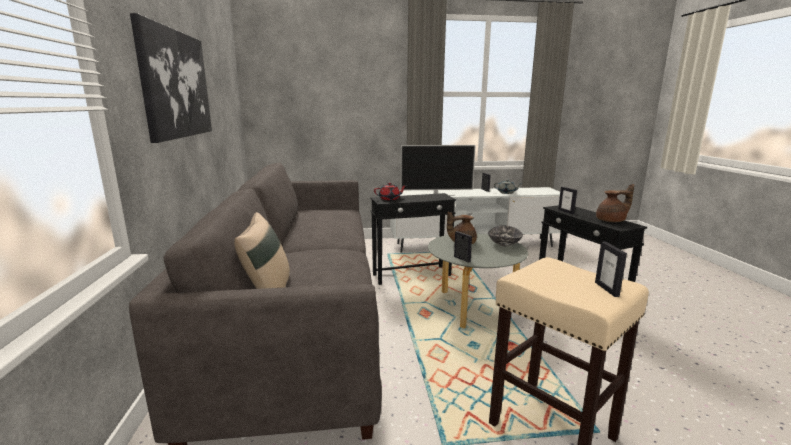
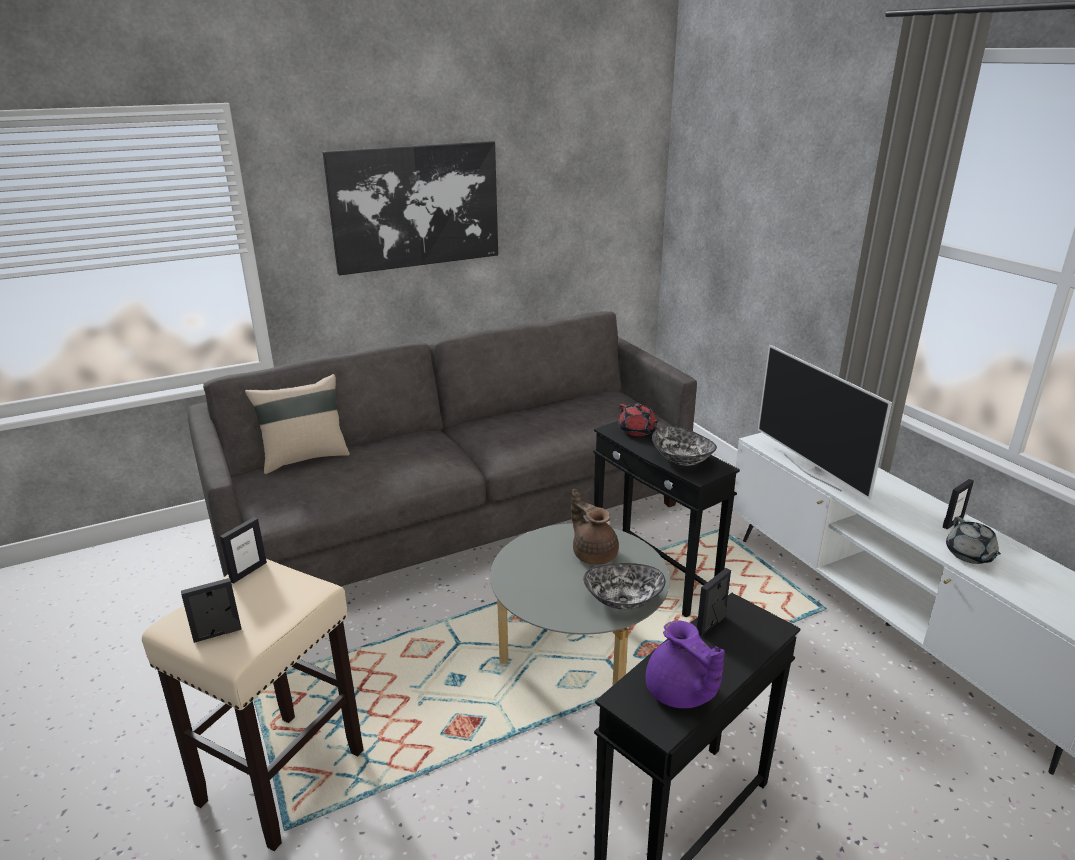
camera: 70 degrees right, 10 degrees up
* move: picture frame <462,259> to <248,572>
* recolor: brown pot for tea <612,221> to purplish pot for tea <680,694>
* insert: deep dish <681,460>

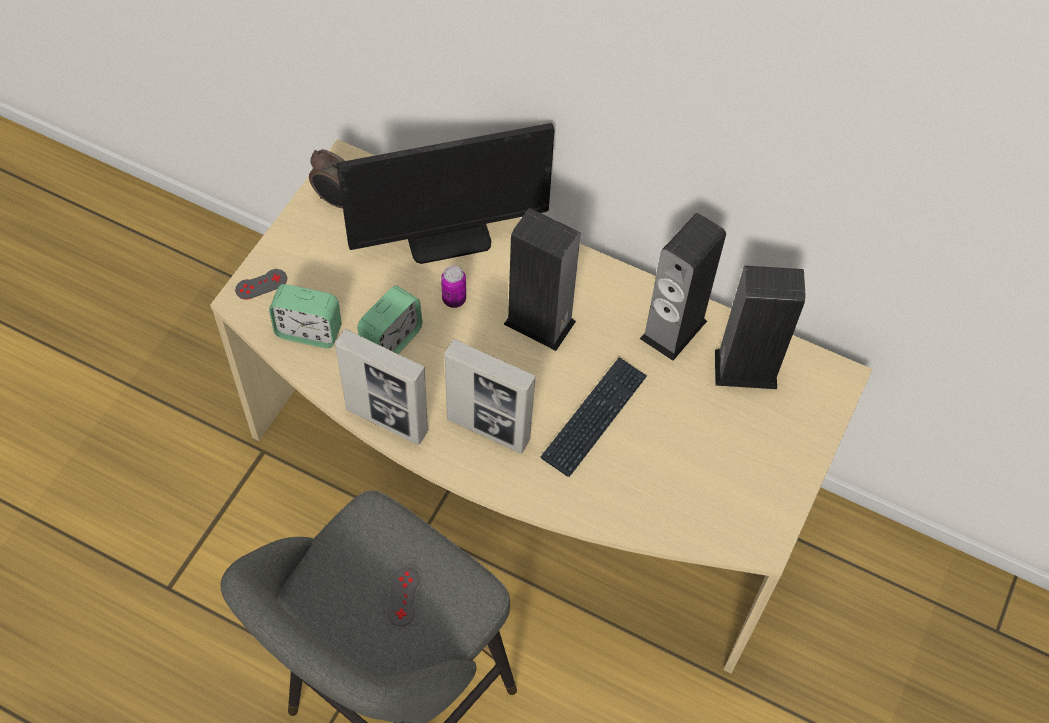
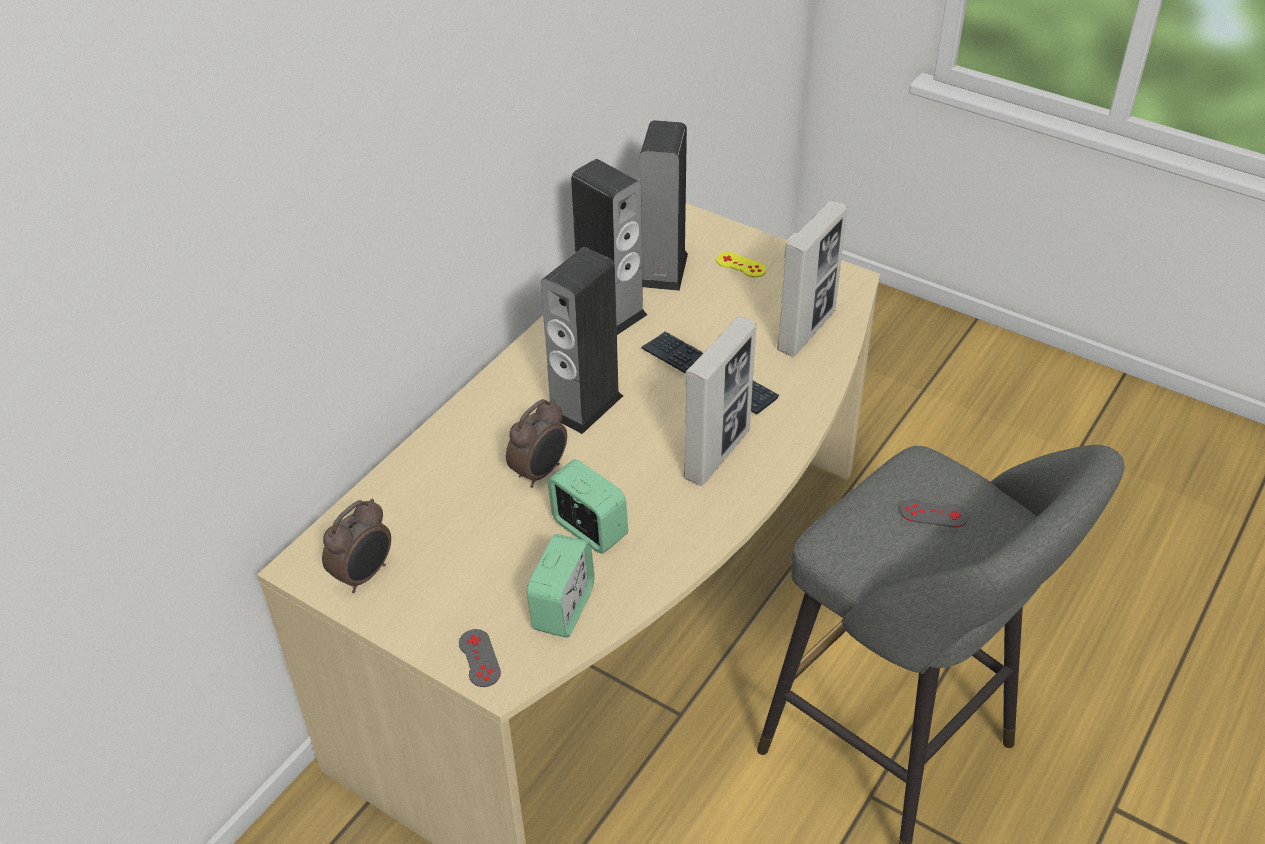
camera: 80 degrees left, 15 degrees down
* move: picture frame <387,420> to <806,330>
* delete: monitor <448,236>
* replace: sealed can <454,299> to table clock <540,472>
* insert: yellow-coloured game controller <741,265>

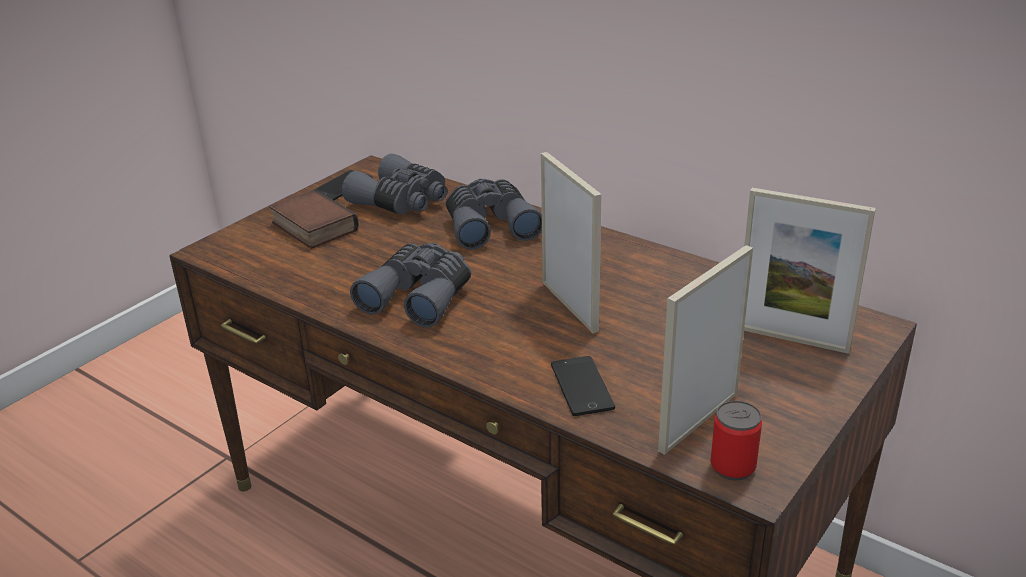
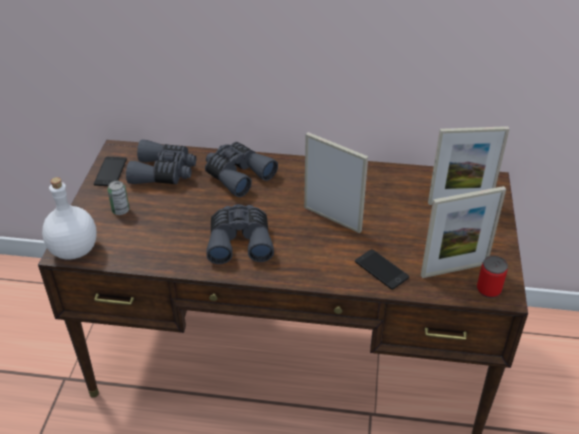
camera: 30 degrees left, 10 degrees up
* replace: book <311,227> to sealed can <120,210>
* rotate: picture frame <698,421> = <454,269> 120 degrees counterclockwise
* insert: whitish beverage bottle <74,249>

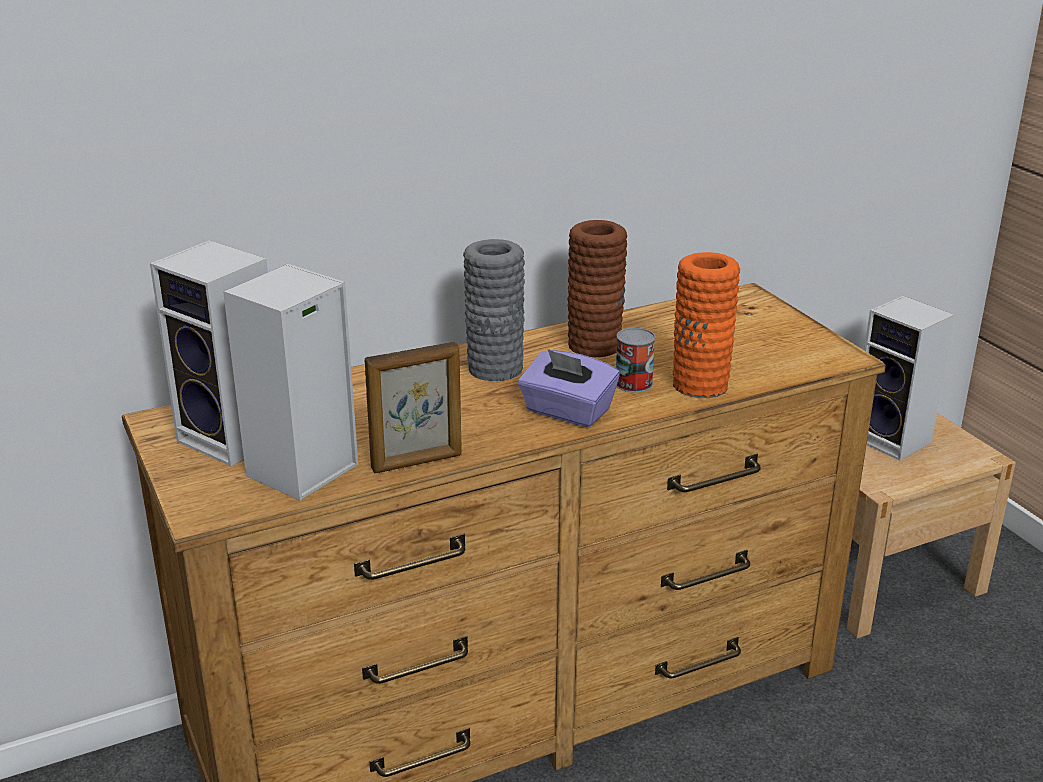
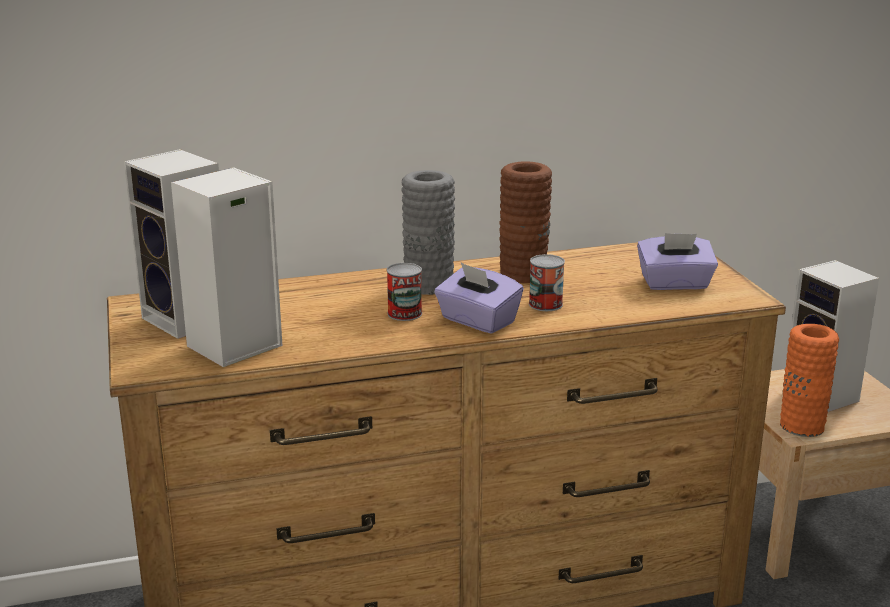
camera: 10 degrees right, 5 degrees down
* delete: picture frame <417,462>
* move: orange vase <699,384> to <801,425>
* insert: sealed can <404,313>
* insert: purplish tissue box <675,284>

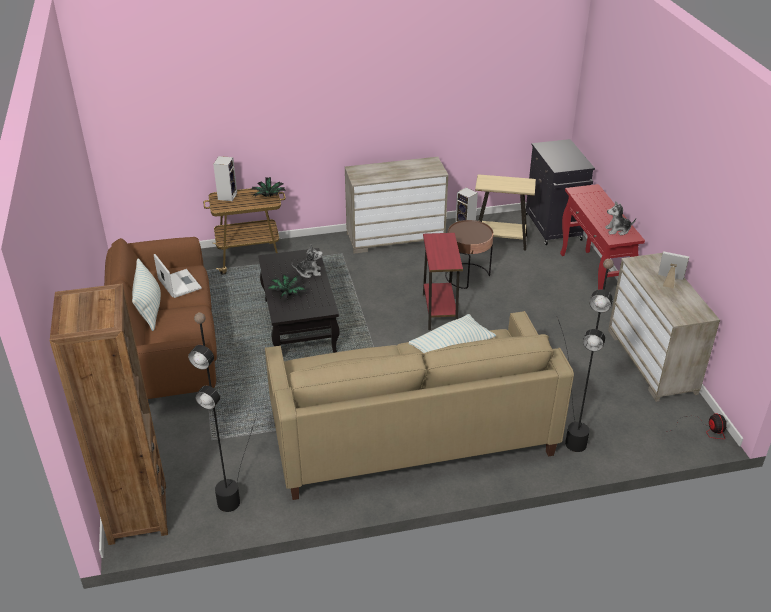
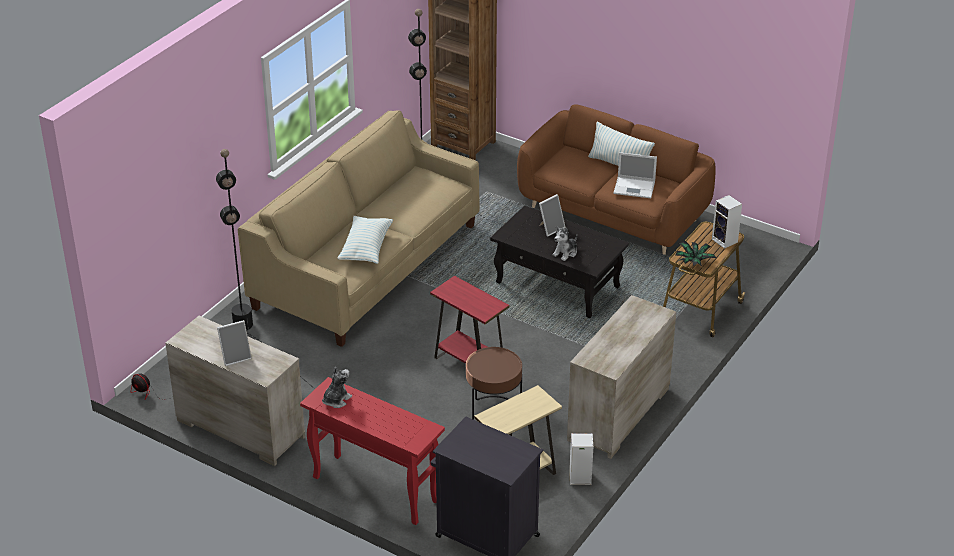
camera: 135 degrees right, 0 degrees up
* replace: potted plant <287,294> to picture frame <550,228>

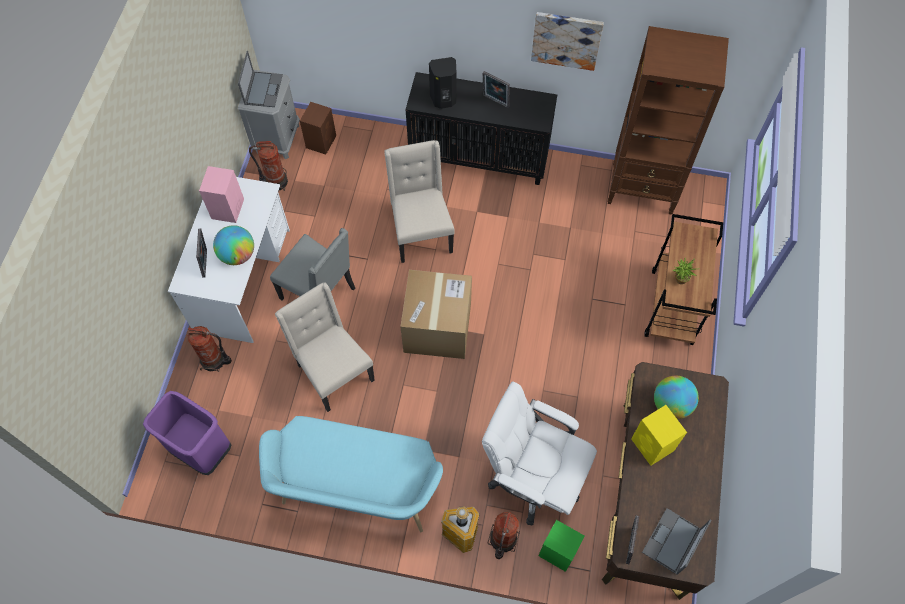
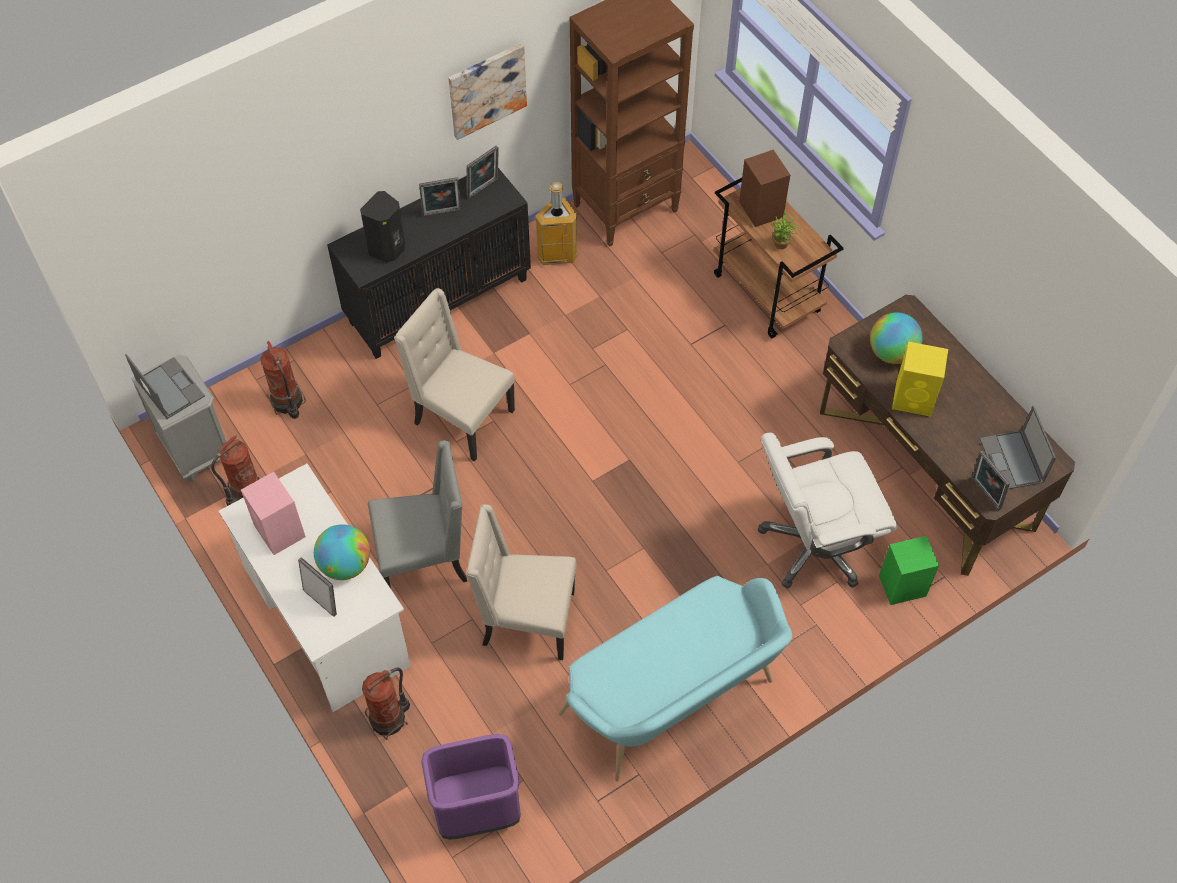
camera: 45 degrees left, 5 degrees down
* move: brown audio speaker <321,141> to <760,208>
* delete: carton <437,328>
* move: trash can <460,534> to <556,254>
* move: extinguisher <502,540> to <287,403>
* insert: picture frame <484,189>

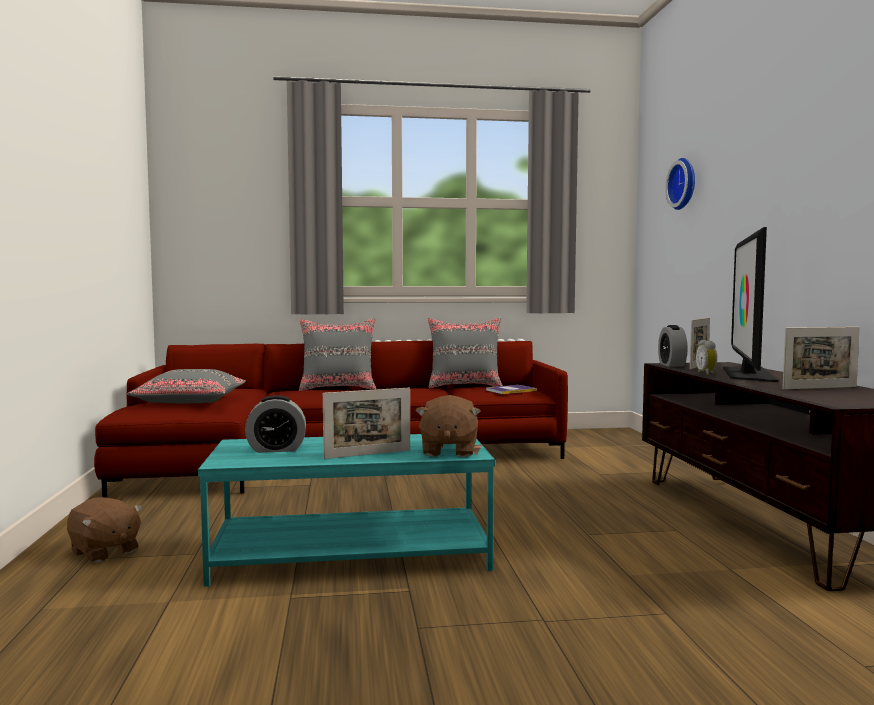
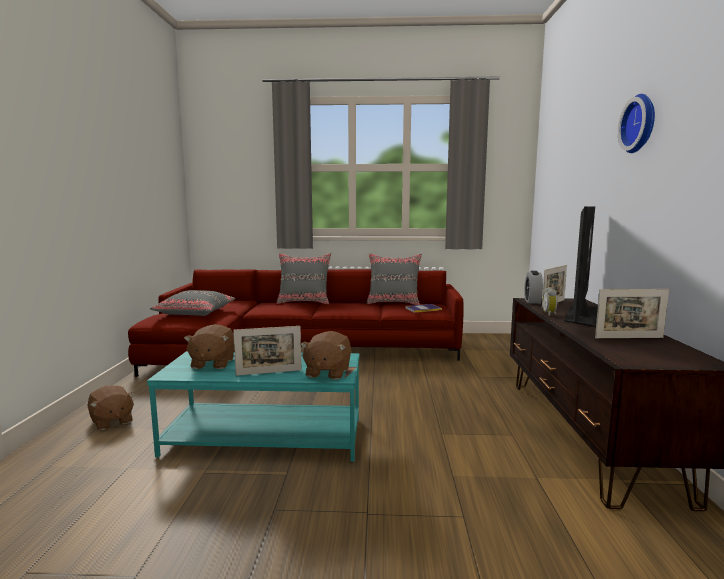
camera: 10 degrees right, 5 degrees up
* replace: table clock <276,449> to brown cuddly toy <212,363>
* move: wall clock <684,184> to <641,124>

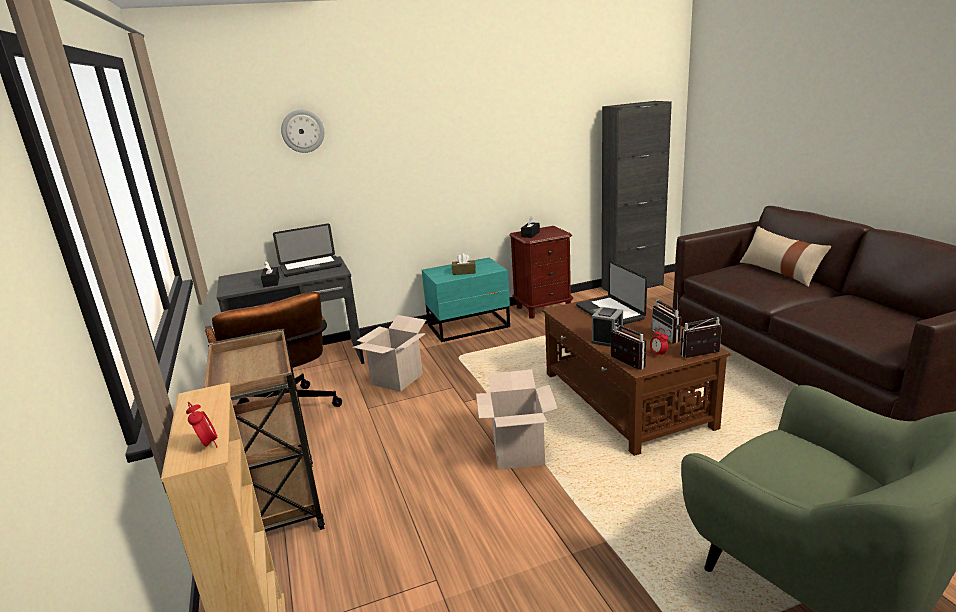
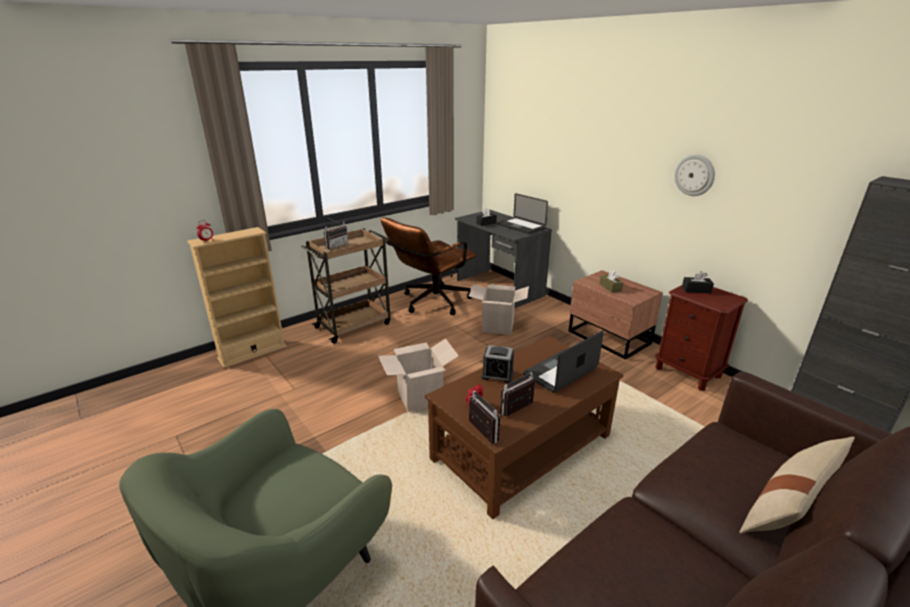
camera: 70 degrees right, 5 degrees up
* move: wall clock <302,131> to <694,175>
* recolor: turquoise bedside table <470,326> to brown bedside table <609,338>
* move: radio <623,364> to <335,245>

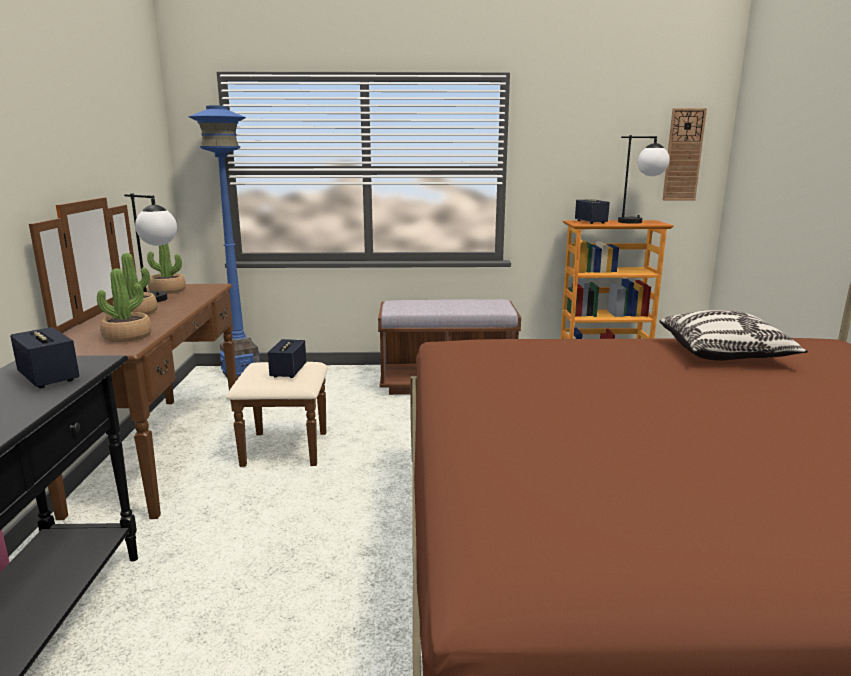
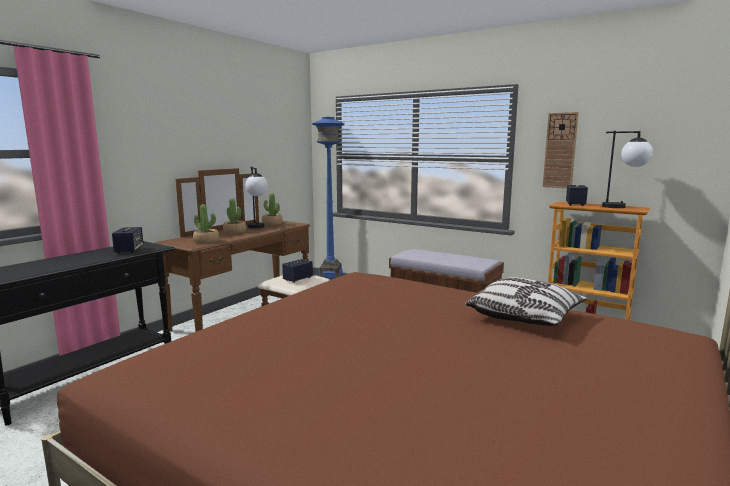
camera: 35 degrees right, 5 degrees down
* move: wall clock <683,155> to <560,150>

